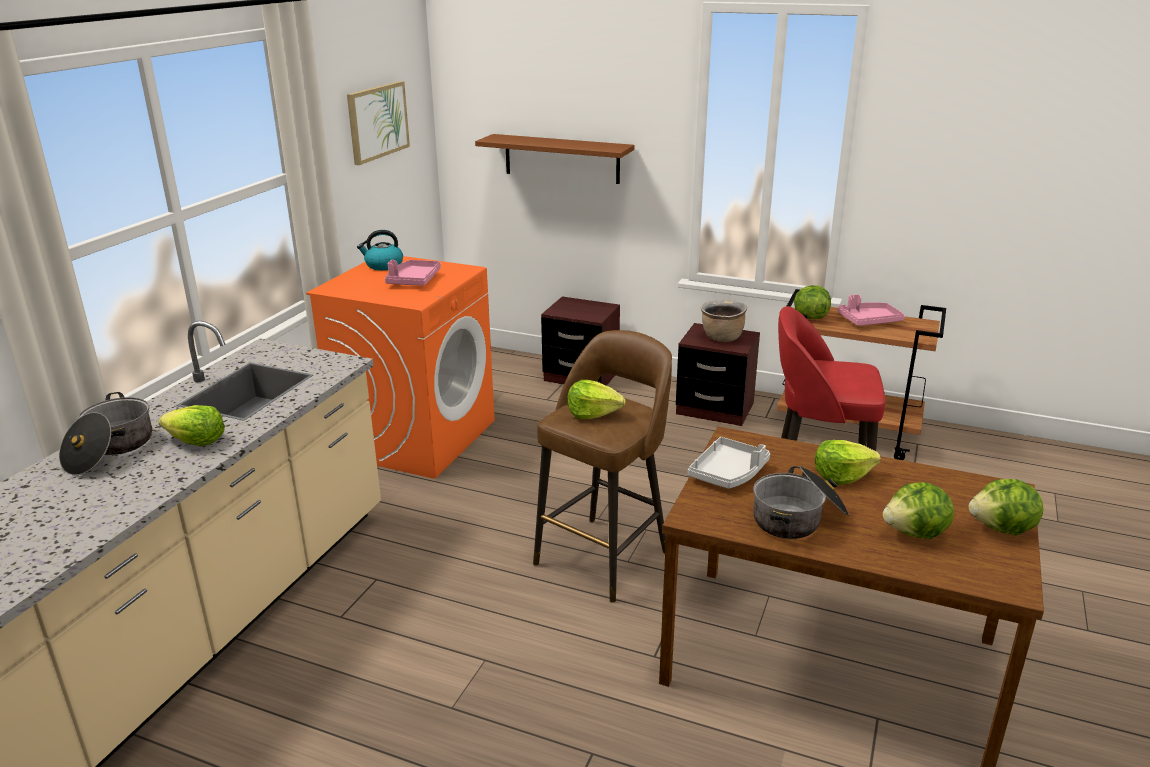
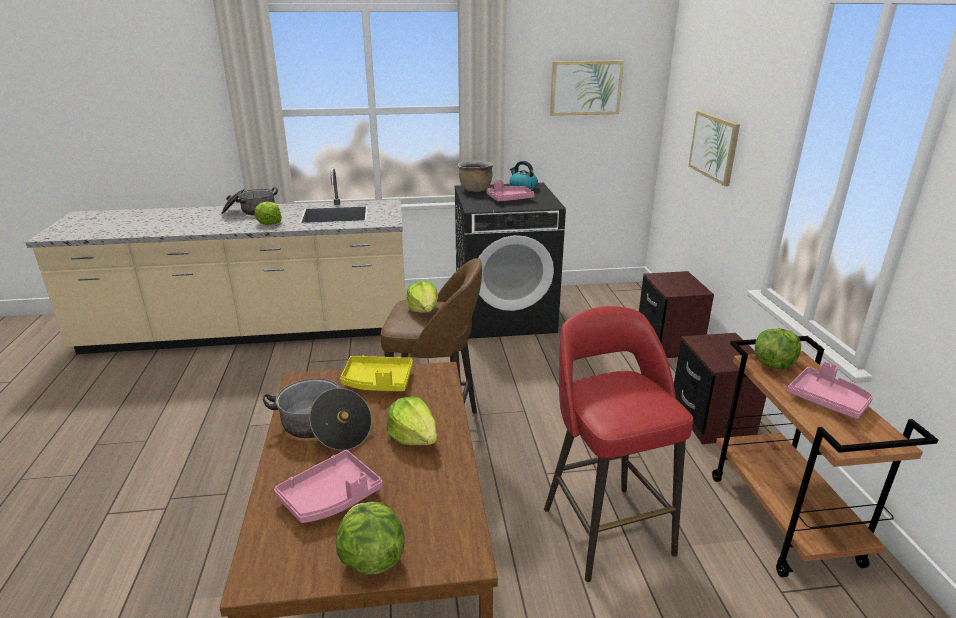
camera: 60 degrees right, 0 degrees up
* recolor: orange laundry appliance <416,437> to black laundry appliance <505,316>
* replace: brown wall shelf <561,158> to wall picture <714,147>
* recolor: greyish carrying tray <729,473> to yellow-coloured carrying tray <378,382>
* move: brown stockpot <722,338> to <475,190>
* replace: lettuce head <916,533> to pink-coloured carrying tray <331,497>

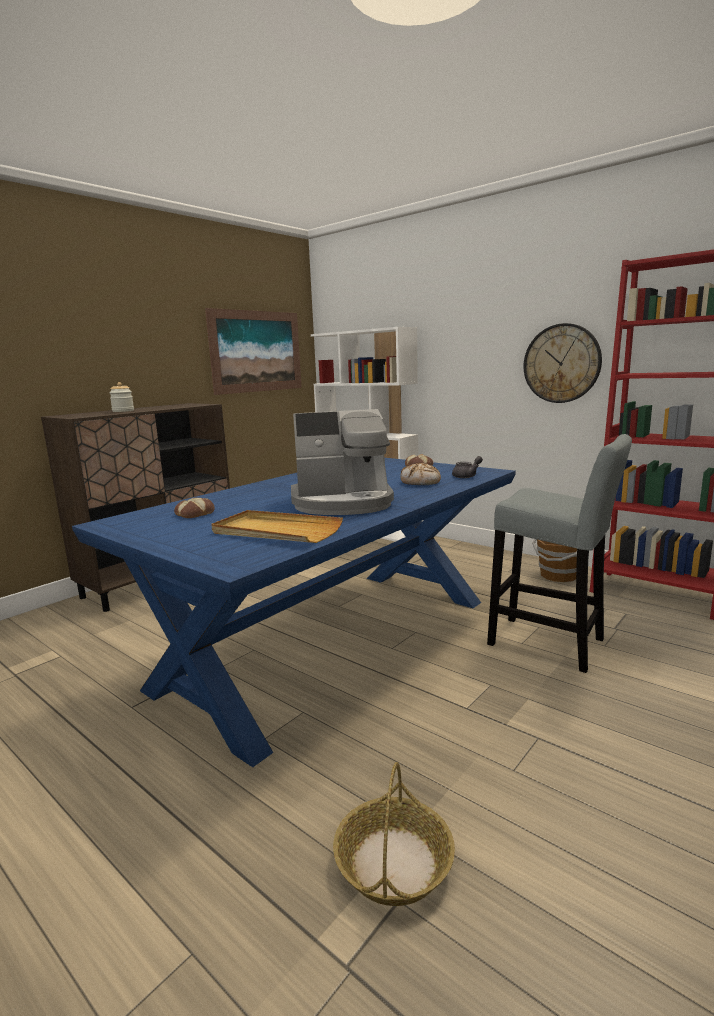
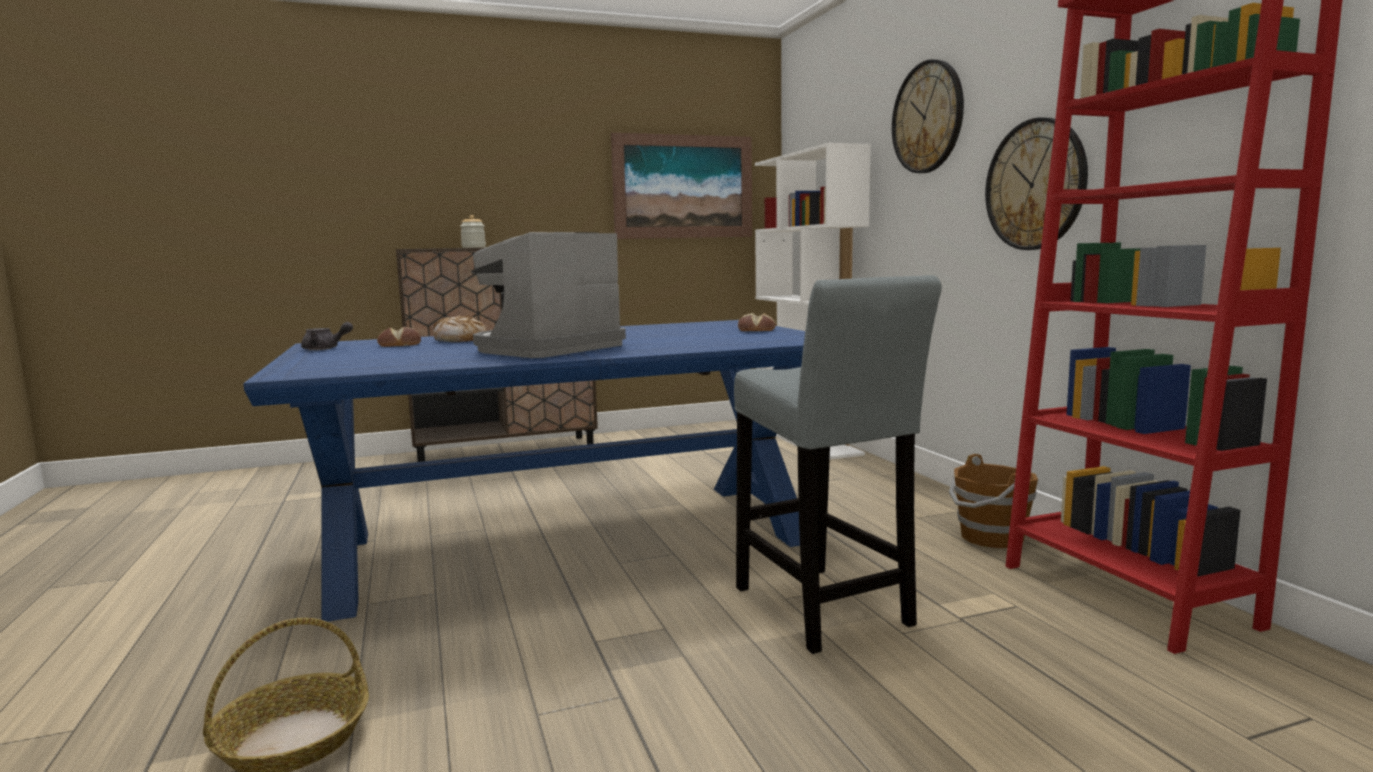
camera: 30 degrees right, 5 degrees down
* delete: beige carrying tray <276,531>
* rotate: coffee maker <343,503> = <546,349> 105 degrees clockwise
* move: bread <421,482> to <460,340>
* move: greyish pot for tea <467,476> to <325,349>
* insert: wall clock <928,117>

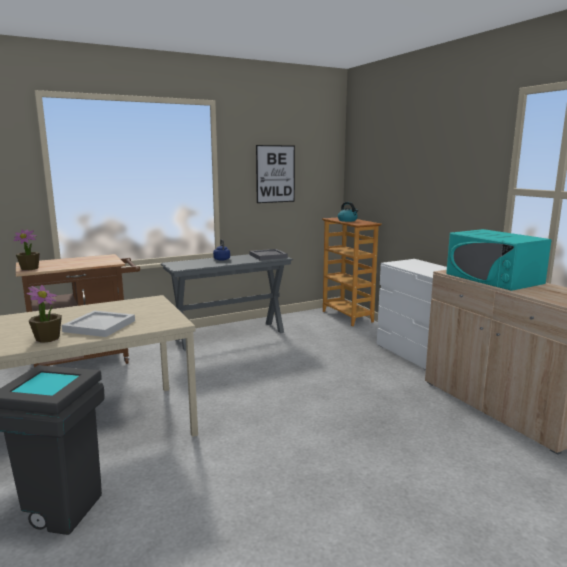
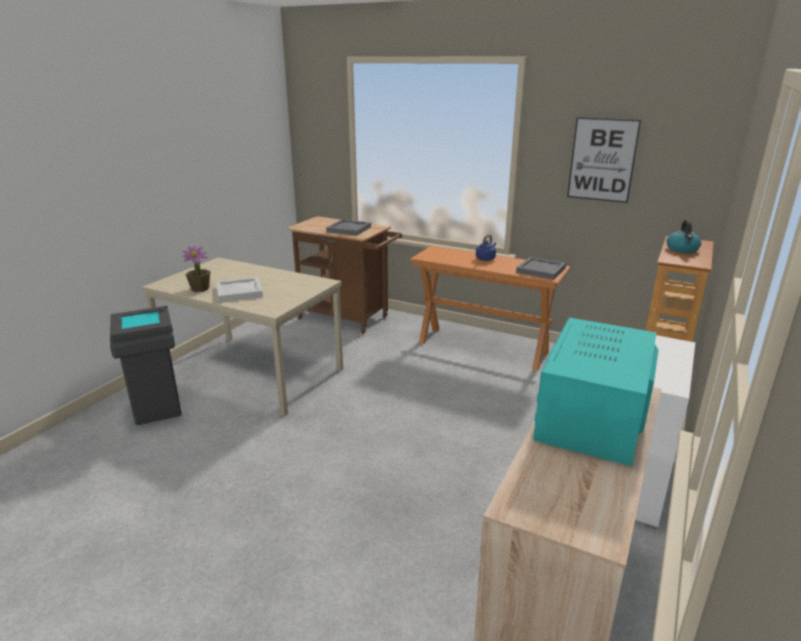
camera: 55 degrees right, 10 degrees up
* delete: potted plant <29,268>
* recolor: greyish hall table <230,335> to orange hall table <482,348>
* insert: greyish carrying tray <348,229>

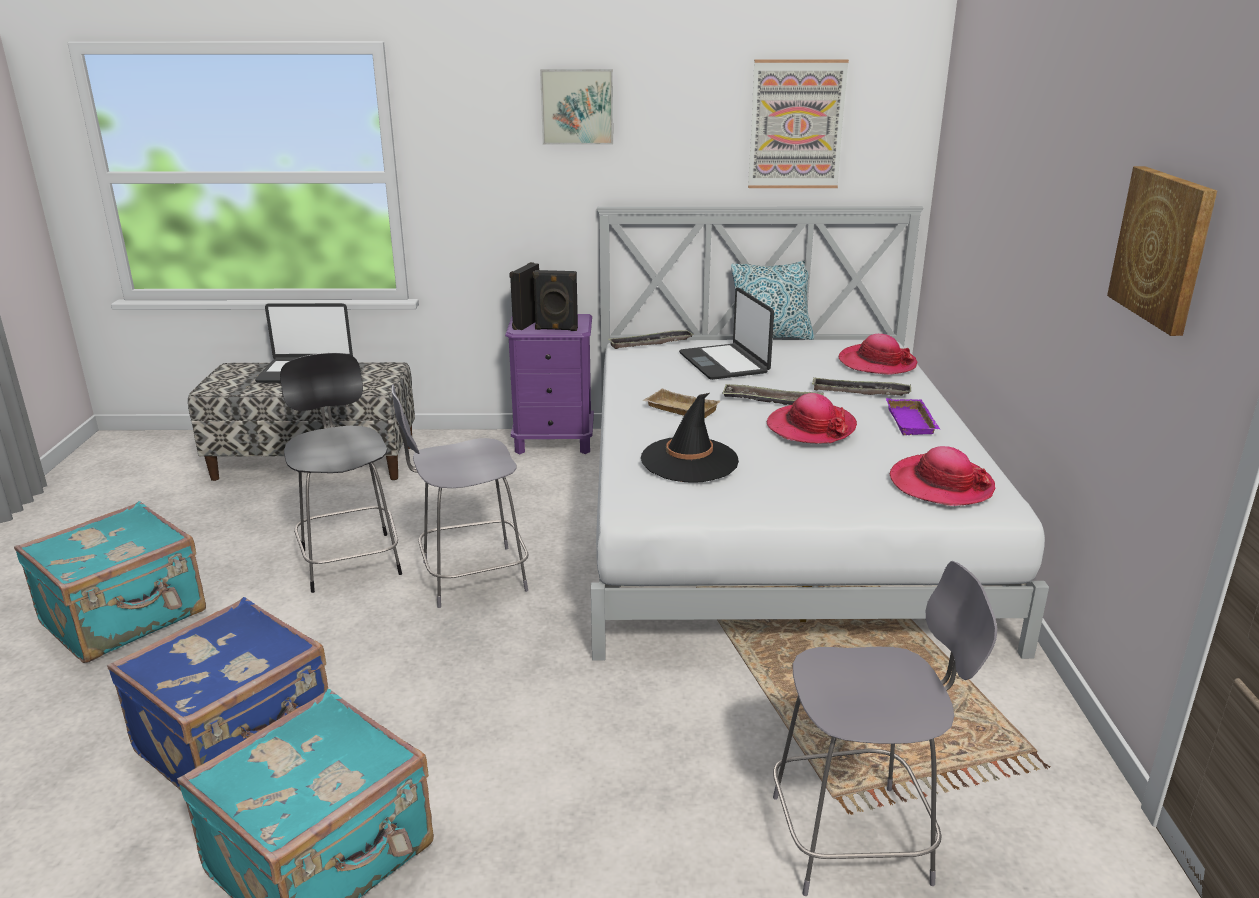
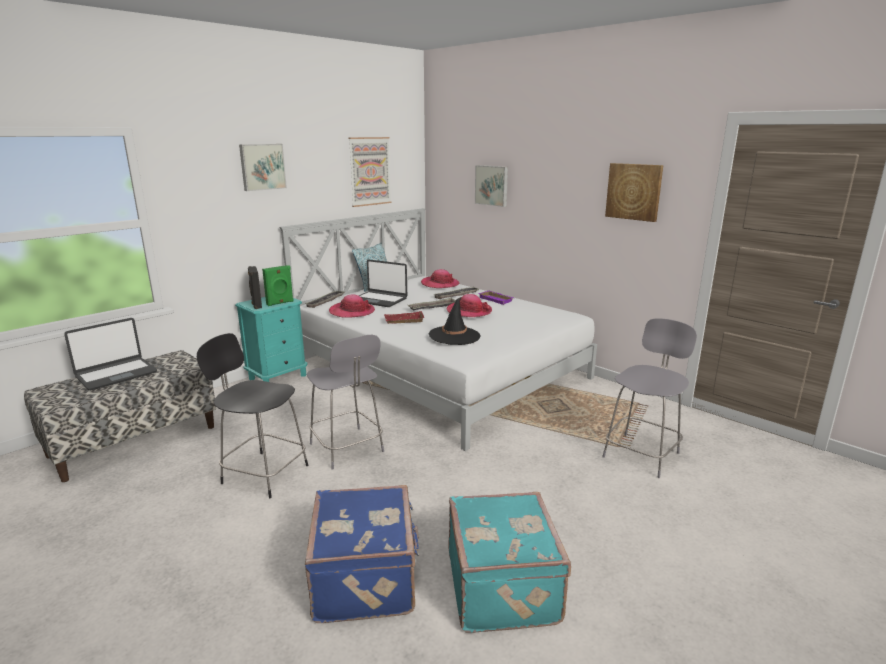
camera: 45 degrees left, 5 degrees down
* delete: turquoise piece of luggage <126,618>
* rotate: greyish chair <469,577> = <347,449> 60 degrees counterclockwise
* recolor: purplish bedside table <554,442> to turquoise bedside table <278,377>
* recolor: black audio speaker <556,329> to green audio speaker <280,303>
* recolor: beige carrying tray <679,410> to red-coloured carrying tray <403,321>
* move: clothing hat <941,484> to <352,312>
* insert: wall picture <492,185>

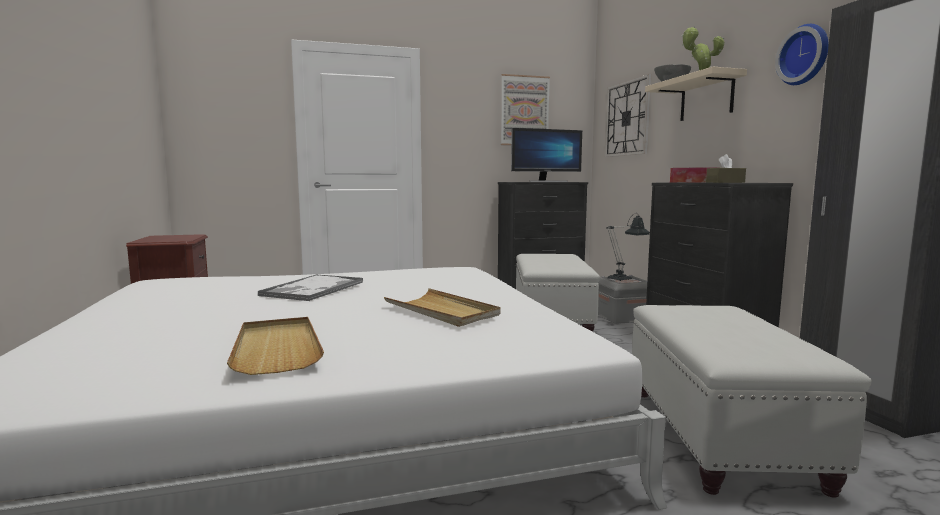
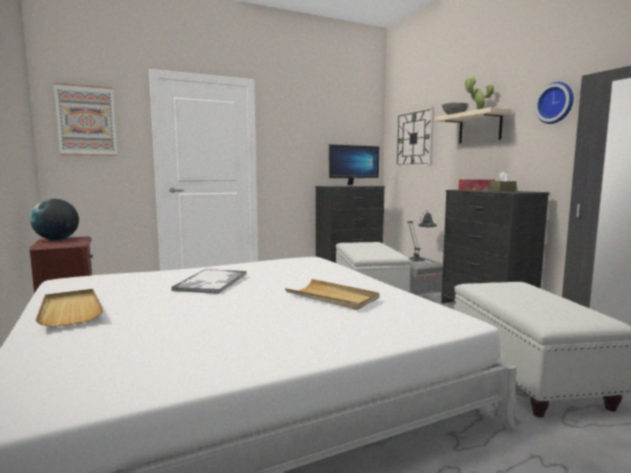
camera: 10 degrees left, 0 degrees up
* move: beige carrying tray <277,348> to <70,310>
* move: wall picture <524,111> to <86,120>
* insert: globe <57,240>

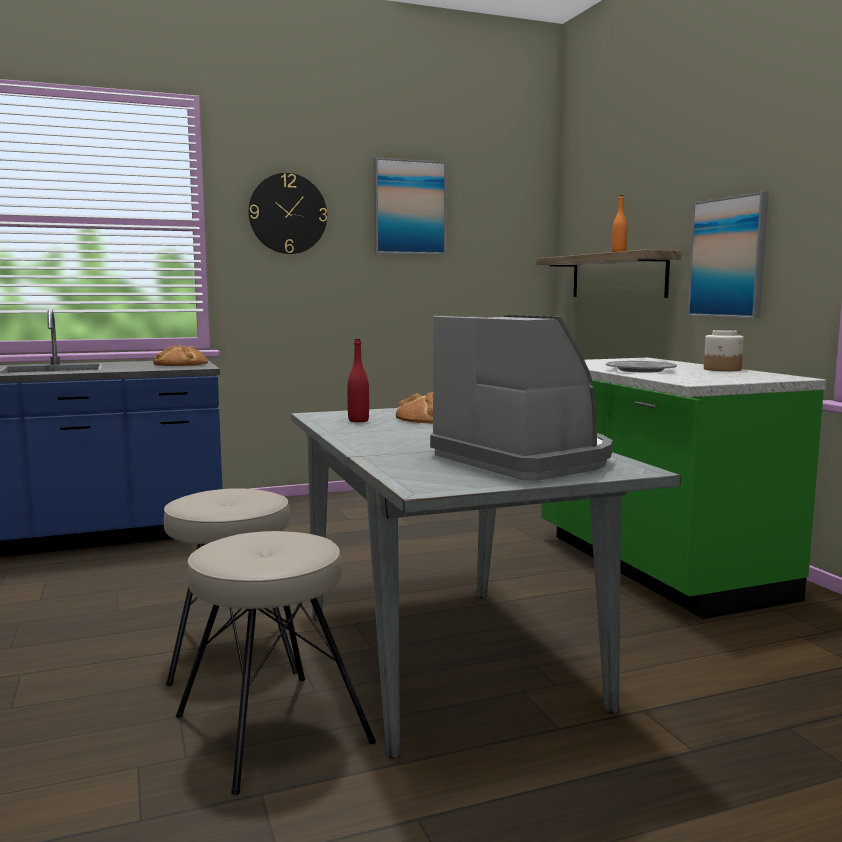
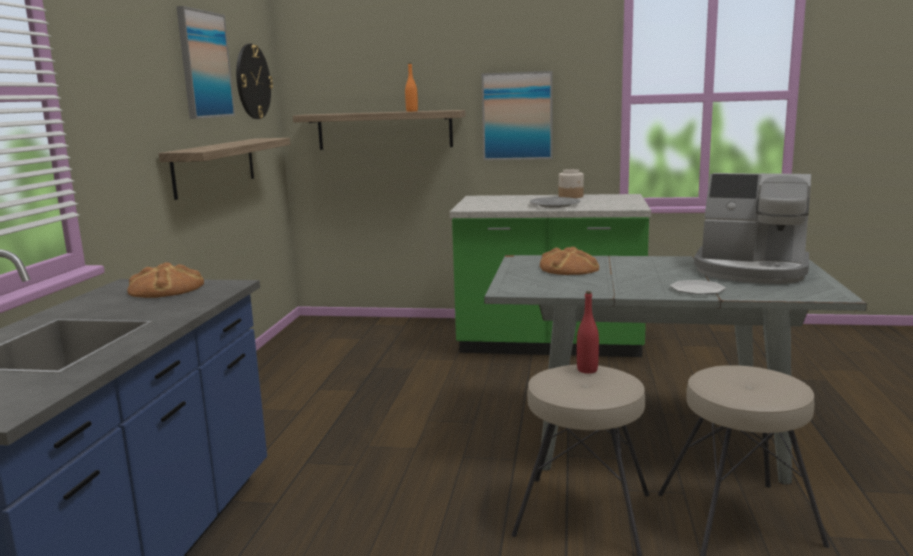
camera: 60 degrees left, 5 degrees up
* move: wall clock <288,214> to <252,81>
* move: red-coloured beverage bottle <358,421> to <587,370>
* rotate: coffee maker <525,459> = <751,271> 150 degrees counterclockwise
* insert: wall shelf <215,166>
* insert: dinner plate <697,289>

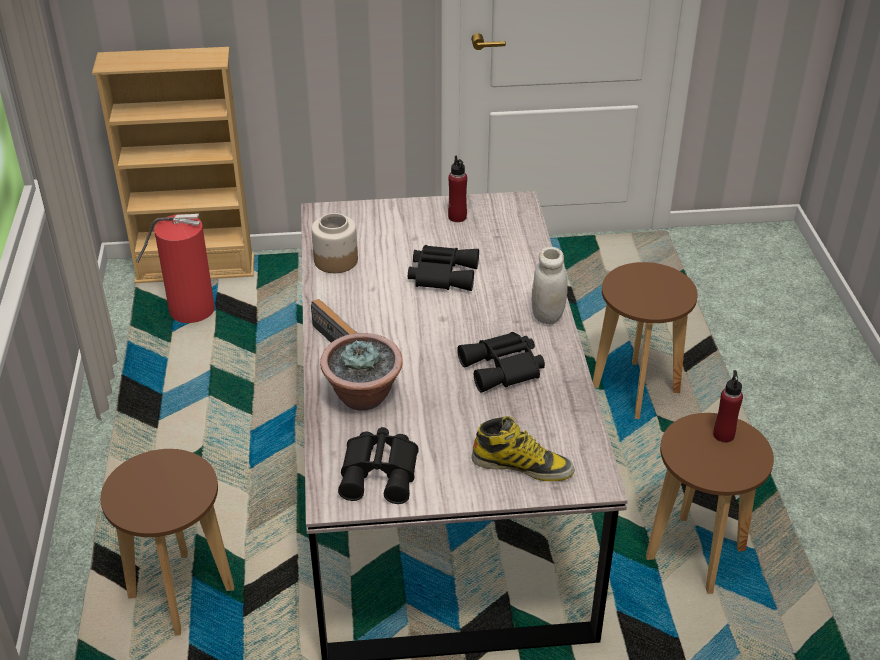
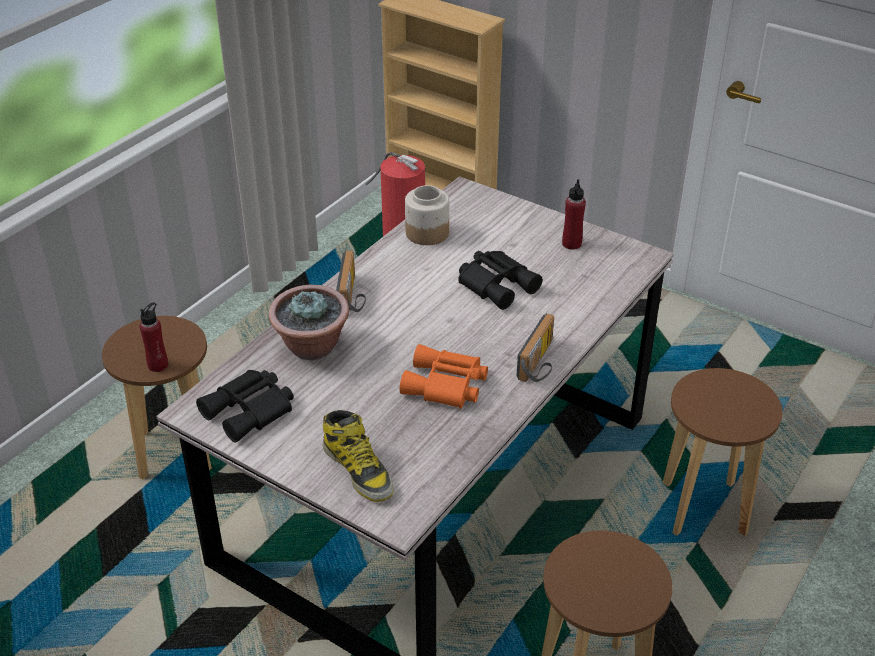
camera: 40 degrees right, 0 degrees up
* recolor: black pair of binoculars <503,369> to orange pair of binoculars <445,386>
* replace: whitish jar <547,315> to radio <540,363>
* move: red-coloured beverage bottle <723,435> to <158,365>

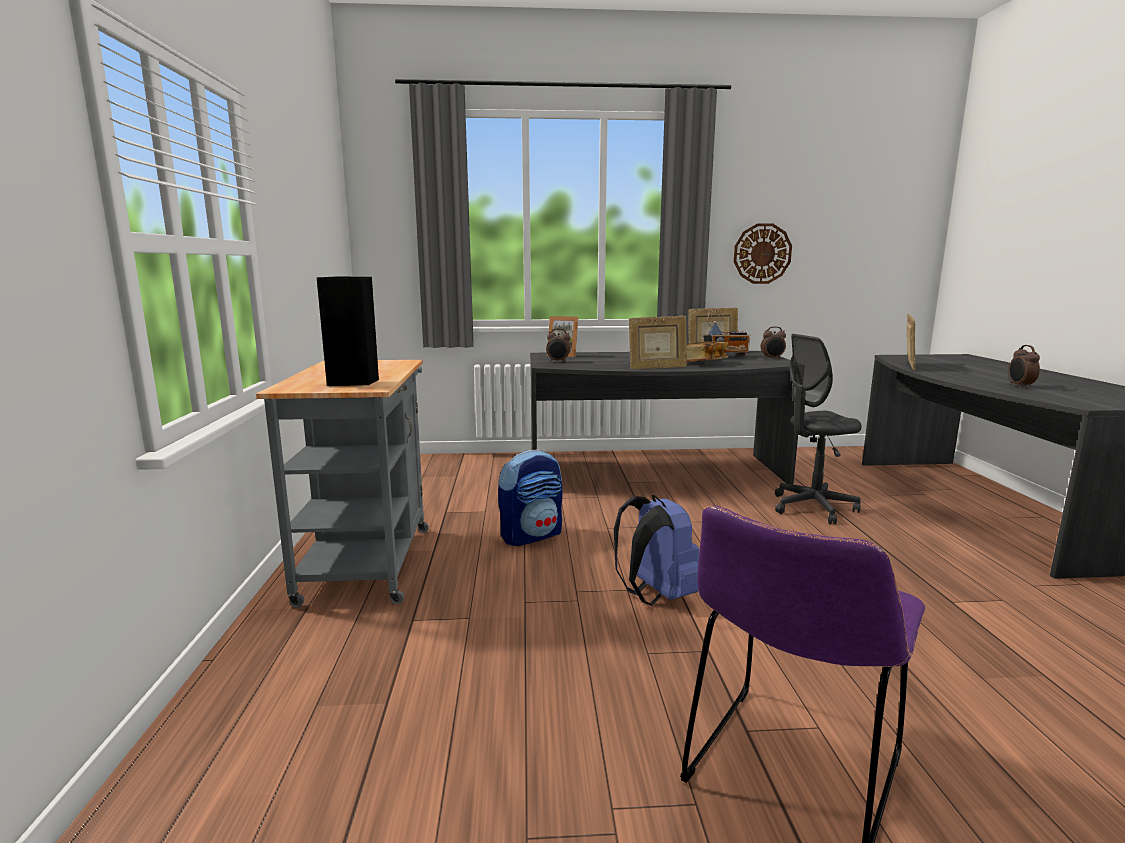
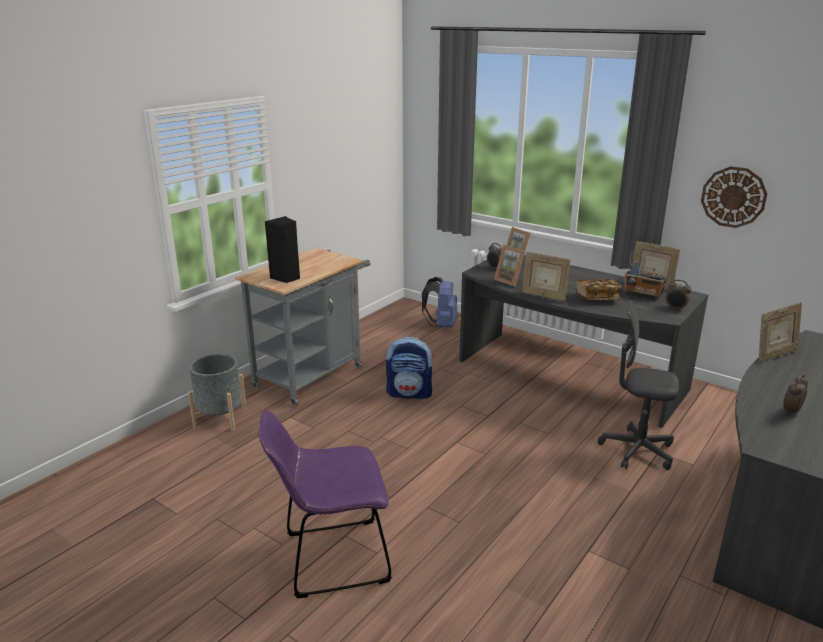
camera: 40 degrees right, 10 degrees up
* move: blue knapsack <655,596> to <441,325>
* insert: greyish plant pot <220,419>
* insert: picture frame <510,281>

